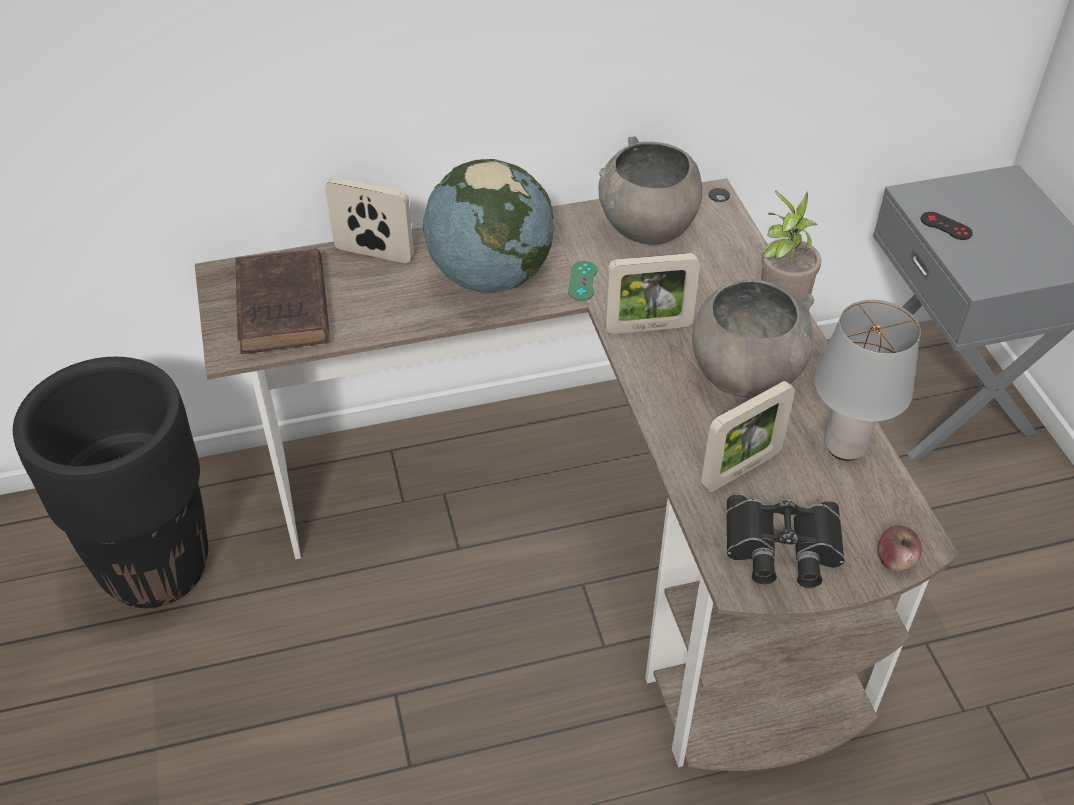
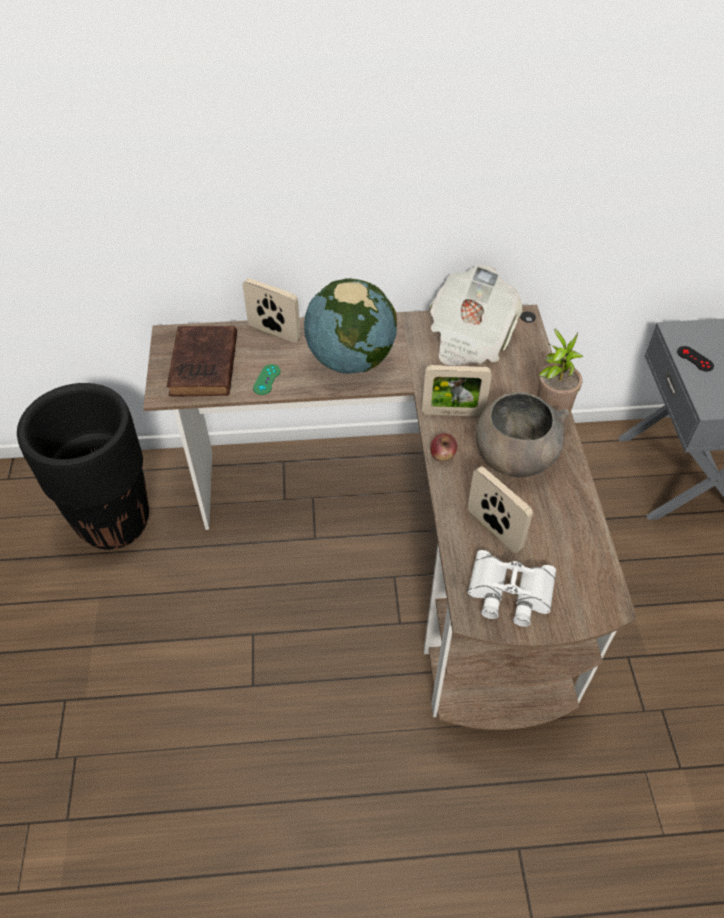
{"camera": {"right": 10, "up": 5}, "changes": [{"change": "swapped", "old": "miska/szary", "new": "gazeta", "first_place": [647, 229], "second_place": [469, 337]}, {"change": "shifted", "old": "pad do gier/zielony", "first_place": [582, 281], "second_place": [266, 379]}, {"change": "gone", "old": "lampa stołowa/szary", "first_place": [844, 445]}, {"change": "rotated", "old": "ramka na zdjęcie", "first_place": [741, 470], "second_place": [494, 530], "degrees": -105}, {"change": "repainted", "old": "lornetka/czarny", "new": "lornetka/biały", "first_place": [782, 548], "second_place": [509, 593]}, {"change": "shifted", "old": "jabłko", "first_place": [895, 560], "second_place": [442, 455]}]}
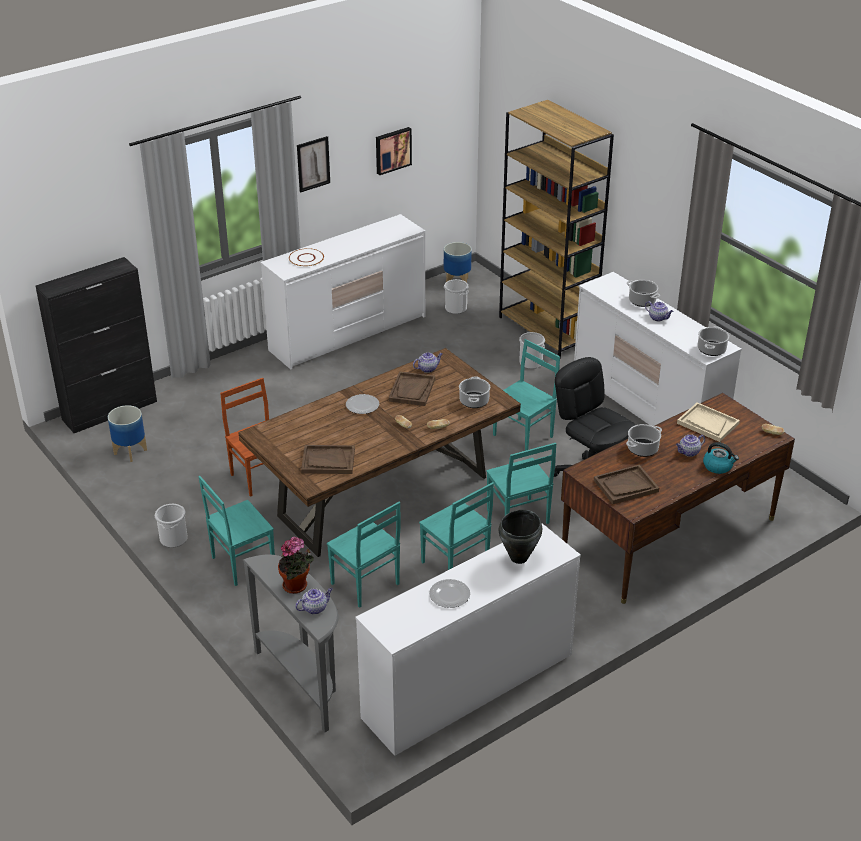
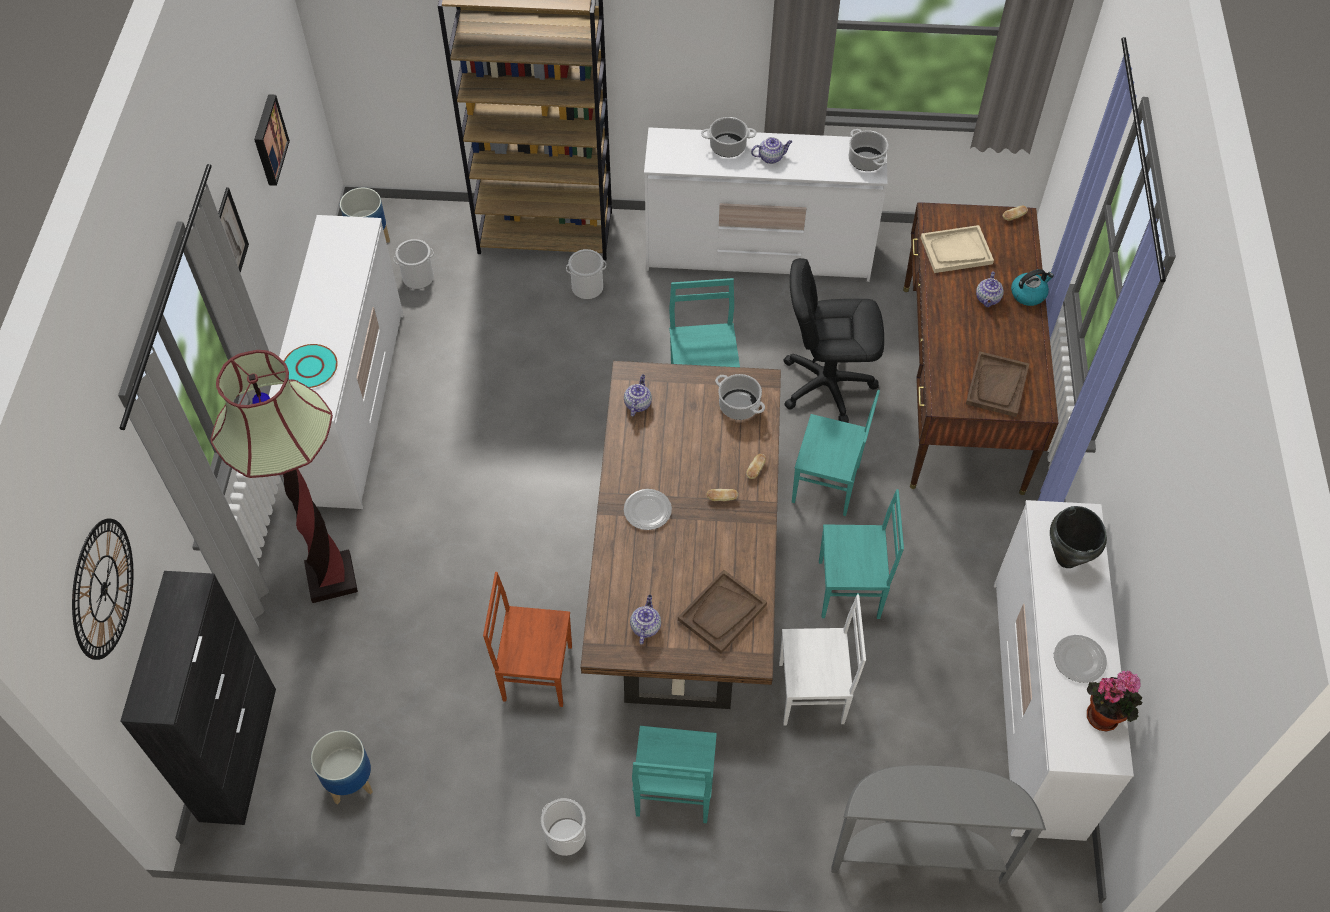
{"camera": {"right": -50, "up": 20}, "changes": [{"change": "repainted", "old": "talerz/biały", "new": "talerz/turkusowy", "first_place": [306, 258], "second_place": [310, 367]}, {"change": "gone", "old": "taca/brązowy", "first_place": [412, 390]}, {"change": "gone", "old": "garnek", "first_place": [642, 449]}, {"change": "repainted", "old": "krzesło/turkusowy", "new": "krzesło/biały", "first_place": [365, 585], "second_place": [813, 694]}, {"change": "shifted", "old": "roślina doniczkowa", "first_place": [297, 586], "second_place": [1105, 715]}, {"change": "shifted", "old": "imbryk", "first_place": [315, 608], "second_place": [645, 626]}, {"change": "new", "new": "lampa stojąca", "second_place": [331, 578]}, {"change": "new", "new": "zegar ścienny", "second_place": [103, 588]}]}
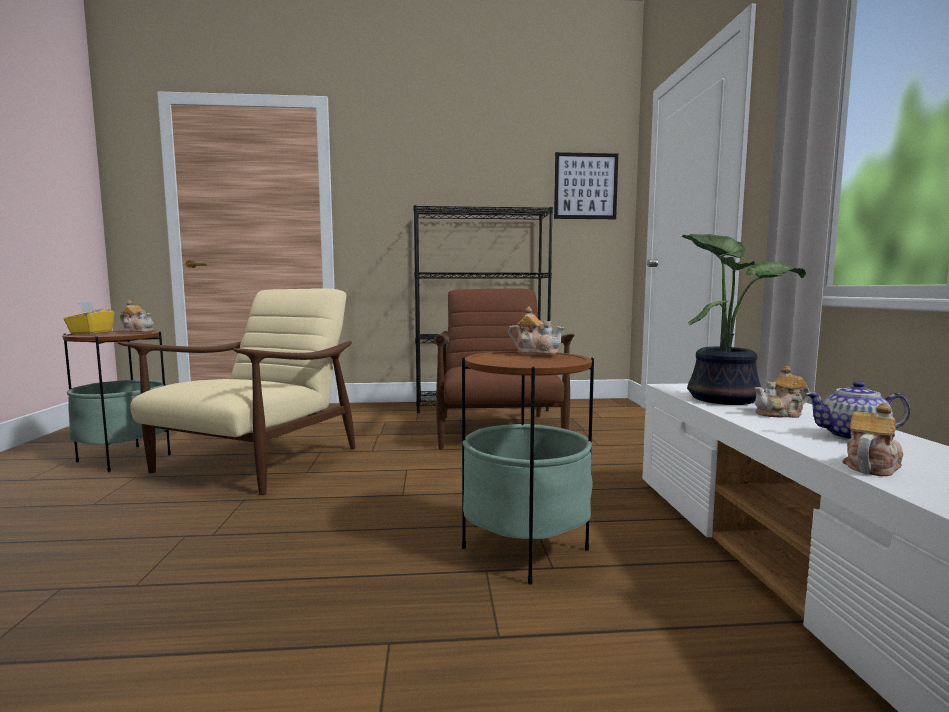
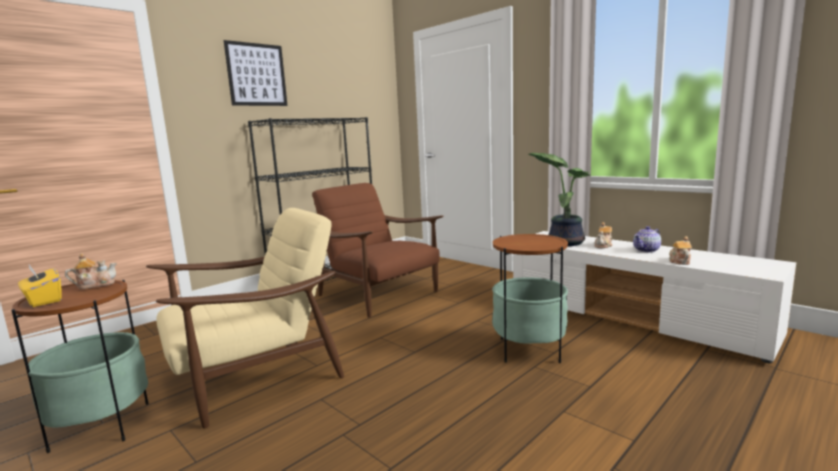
{"camera": {"right": -40, "up": 5}, "changes": [{"change": "shifted", "old": "obraz", "first_place": [585, 186], "second_place": [256, 75]}, {"change": "rotated", "old": "fotel/beżowy", "first_place": [256, 462], "second_place": [255, 375], "degrees": 75}, {"change": "gone", "old": "imbryk", "first_place": [536, 352]}]}
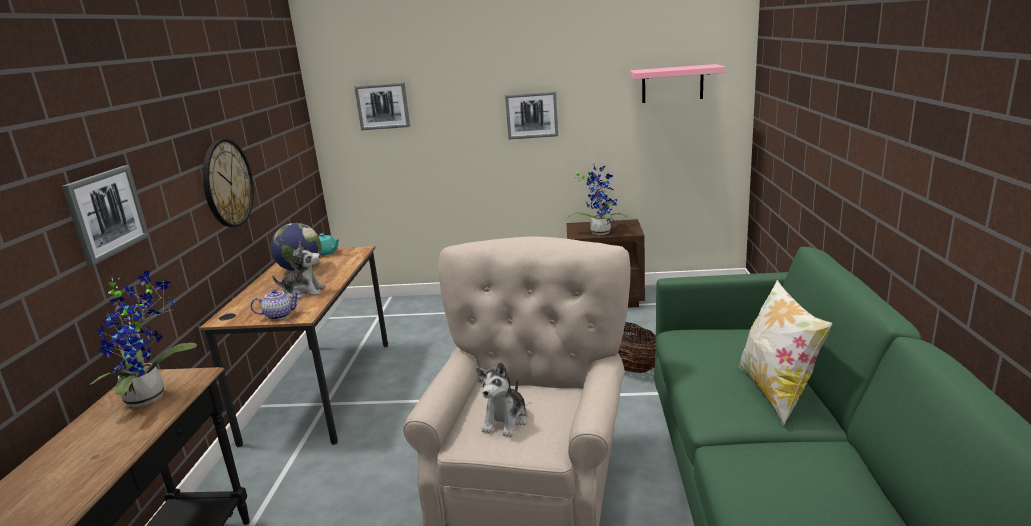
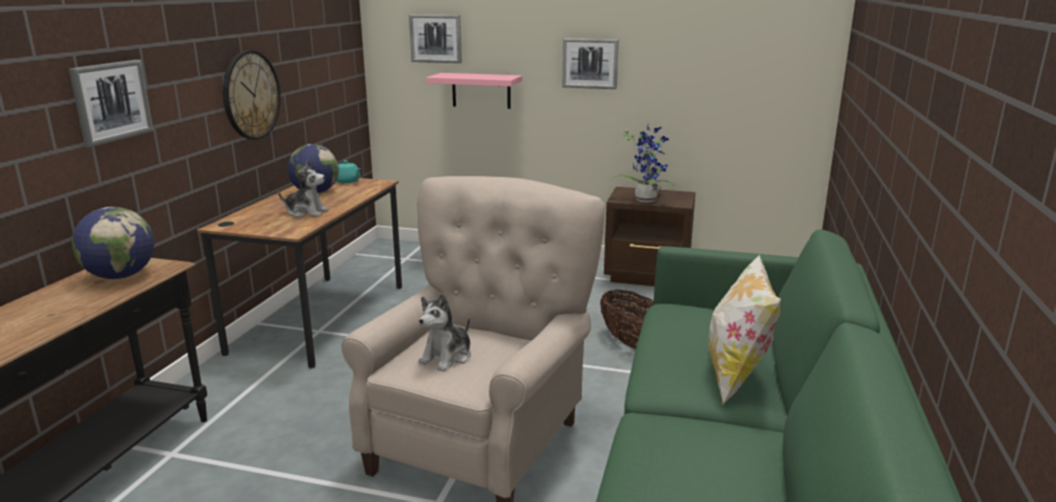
{"camera": {"right": 10, "up": 0}, "changes": [{"change": "shifted", "old": "półka/różowy", "first_place": [672, 84], "second_place": [481, 90]}, {"change": "swapped", "old": "roślina doniczkowa", "new": "globus", "first_place": [151, 396], "second_place": [120, 276]}, {"change": "gone", "old": "imbryk", "first_place": [279, 315]}]}
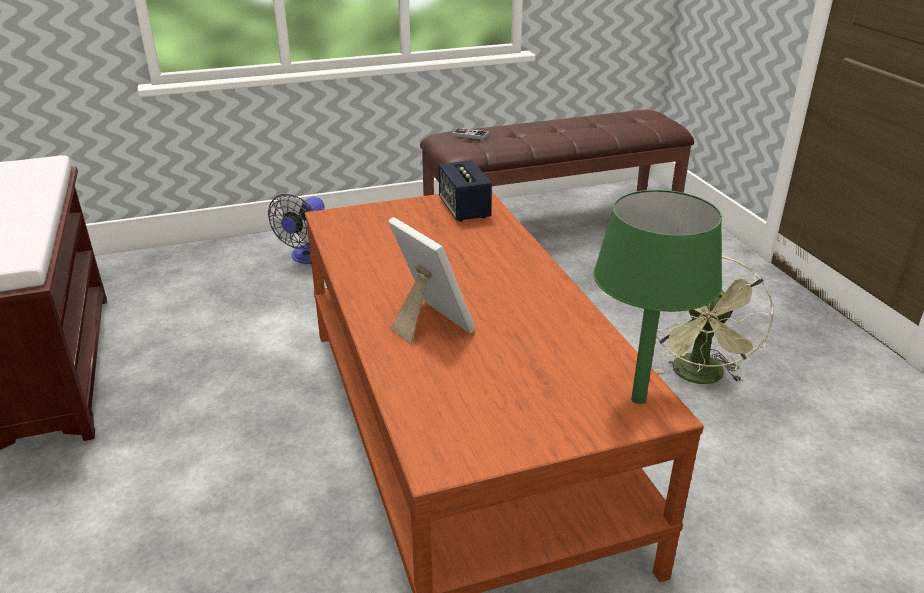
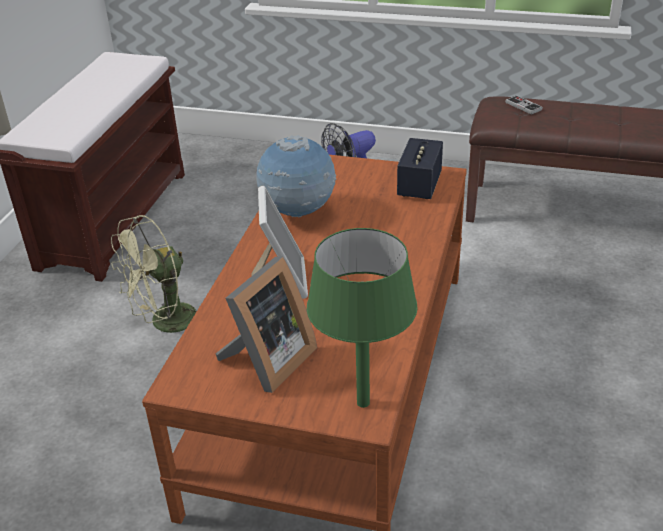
{"camera": {"right": 35, "up": 5}, "changes": [{"change": "shifted", "old": "wentylator/zielony", "first_place": [699, 377], "second_place": [166, 324]}, {"change": "new", "new": "globus", "second_place": [298, 213]}, {"change": "new", "new": "ramka na zdjęcie", "second_place": [267, 362]}]}
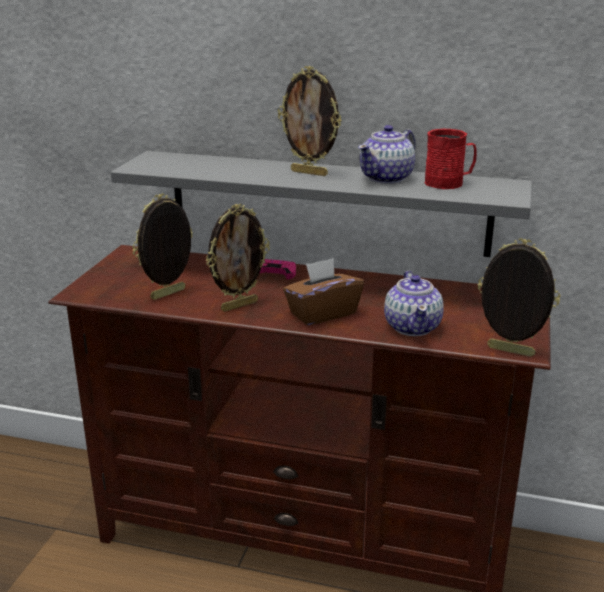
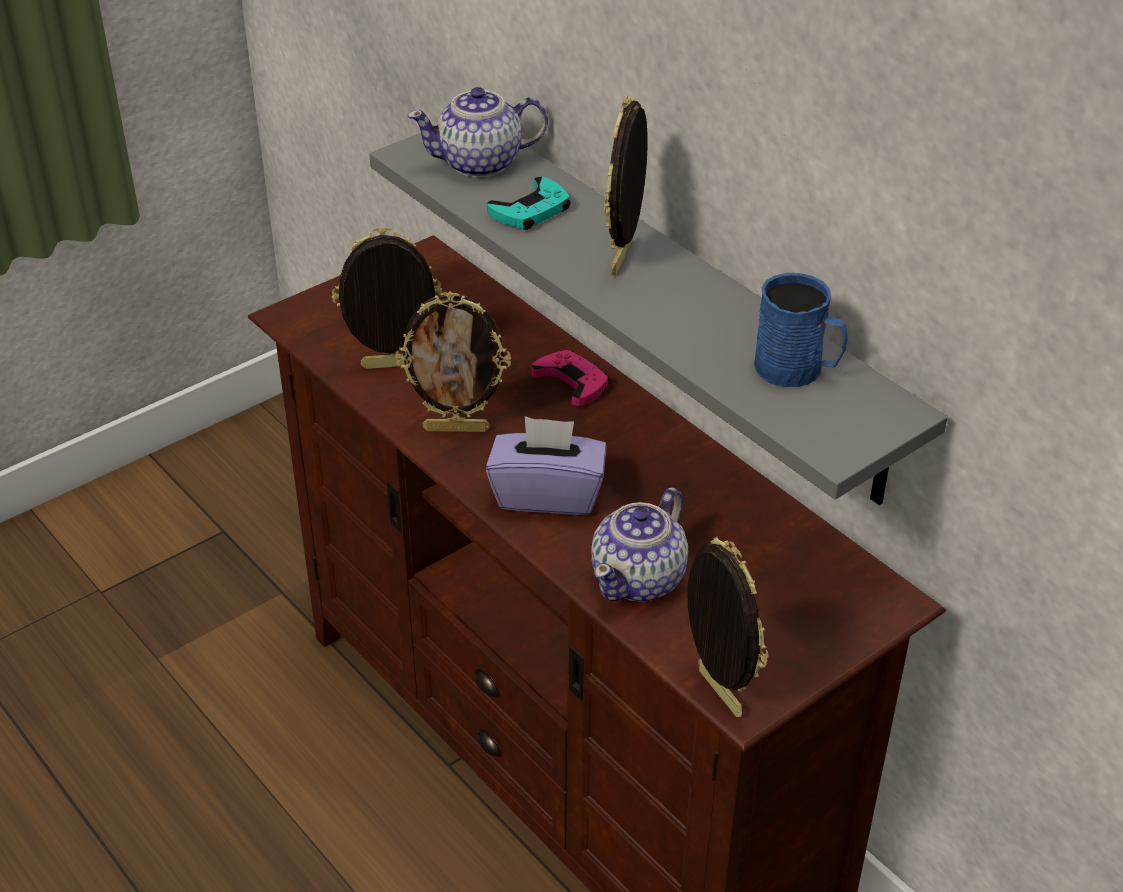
{"camera": {"right": 35, "up": 15}, "changes": [{"change": "rotated", "old": "ramka na zdjęcie", "first_place": [310, 173], "second_place": [624, 259], "degrees": 45}, {"change": "shifted", "old": "imbryk", "first_place": [387, 178], "second_place": [481, 163]}, {"change": "repainted", "old": "kubek/czerwony", "new": "kubek/niebieski", "first_place": [449, 183], "second_place": [797, 369]}, {"change": "repainted", "old": "pudełko chusteczek/brązowy", "new": "pudełko chusteczek/fioletowy", "first_place": [322, 313], "second_place": [547, 494]}, {"change": "new", "new": "pad do gier/turkusowy", "second_place": [531, 211]}]}
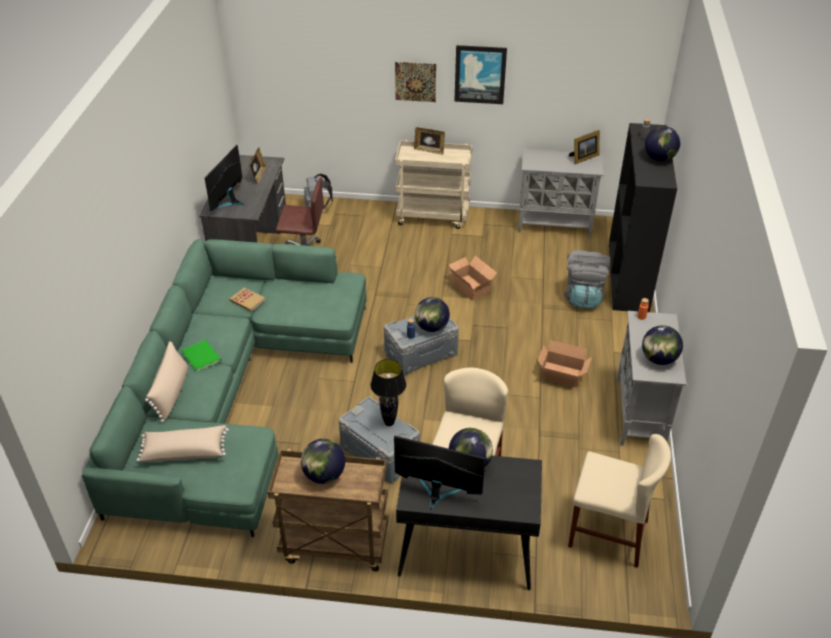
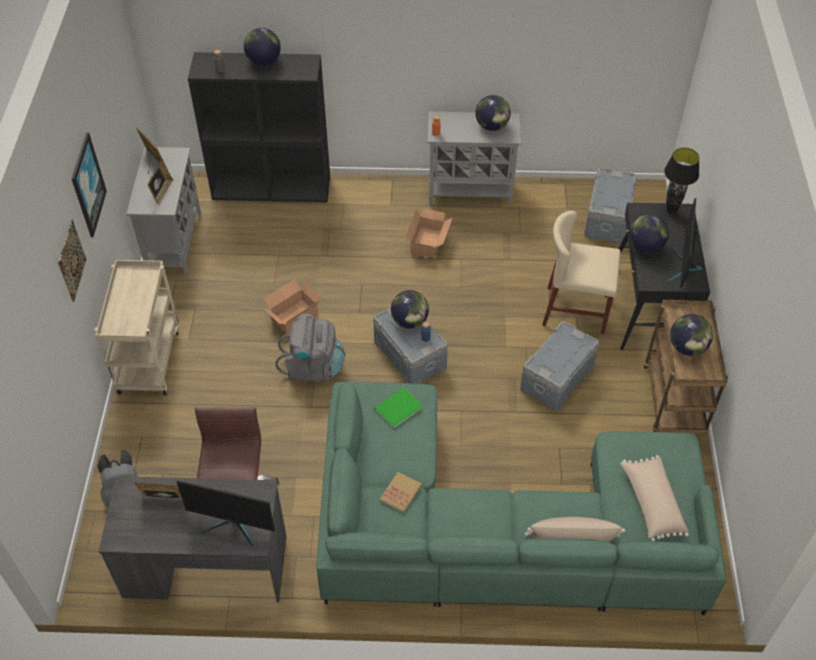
{"camera": {"right": -95, "up": 10}, "changes": [{"change": "shifted", "old": "ramka na zdjęcie", "first_place": [429, 150], "second_place": [162, 192]}, {"change": "shifted", "old": "plecak/szary", "first_place": [583, 297], "second_place": [313, 367]}, {"change": "shifted", "old": "książka/zielony", "first_place": [201, 356], "second_place": [397, 408]}, {"change": "shifted", "old": "lampa stołowa/czarny", "first_place": [389, 423], "second_place": [671, 211]}, {"change": "swapped", "old": "krzesło/beżowy", "new": "pojemnik do przechowywania/szary", "first_place": [608, 533], "second_place": [608, 218]}]}
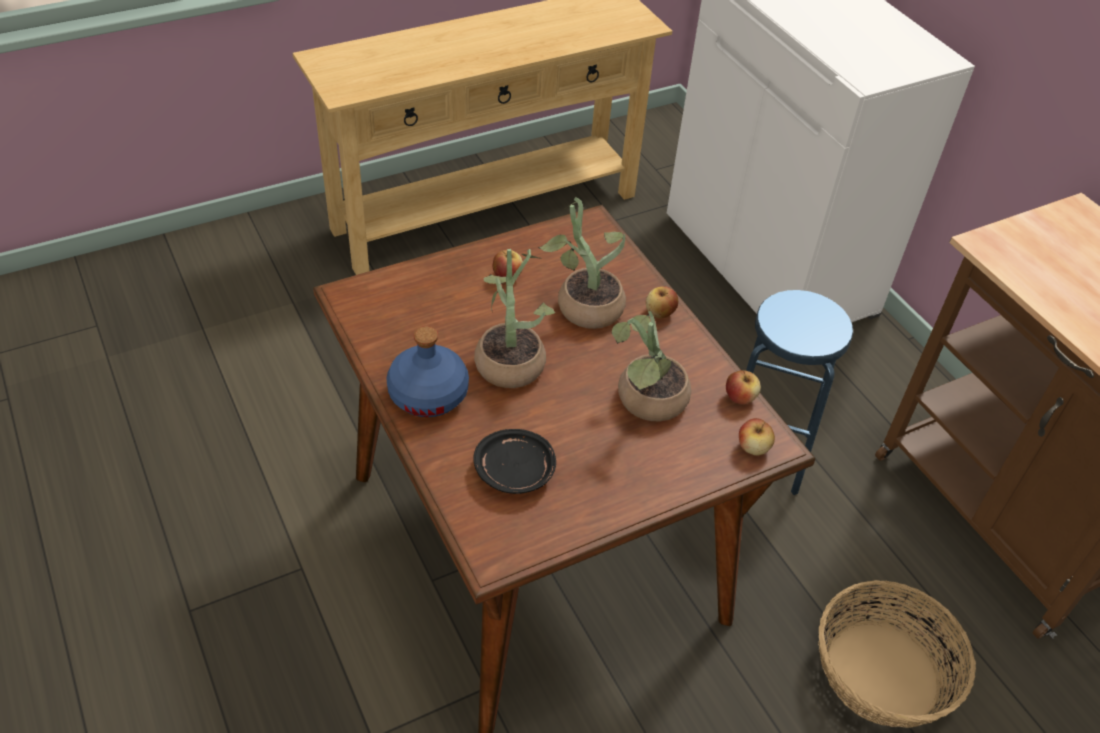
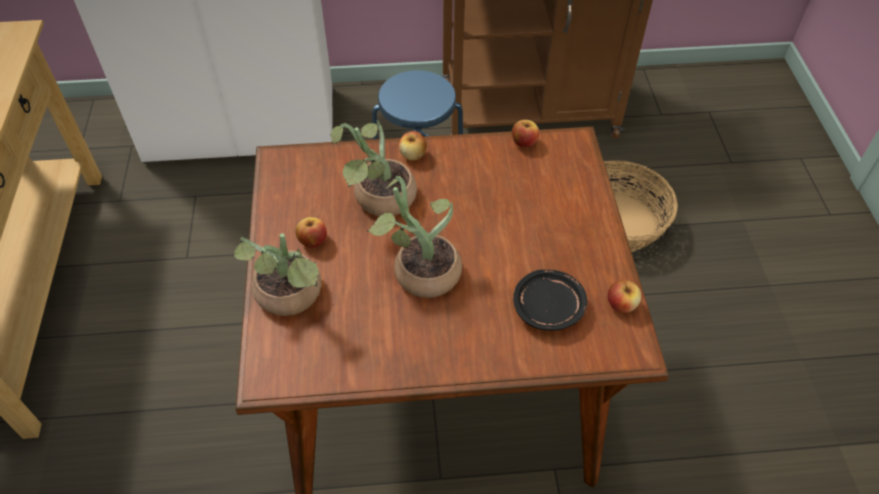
{"camera": {"right": -65, "up": 5}, "changes": [{"change": "shifted", "old": "roślina doniczkowa", "first_place": [646, 403], "second_place": [291, 298]}, {"change": "gone", "old": "butelka/niebieski", "first_place": [428, 394]}, {"change": "shifted", "old": "jabłko", "first_place": [753, 447], "second_place": [621, 304]}]}
